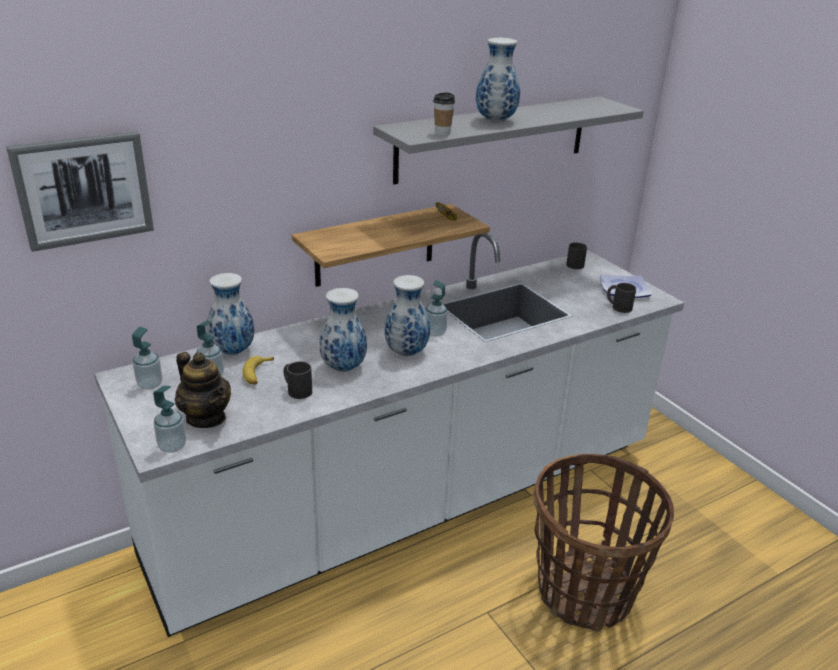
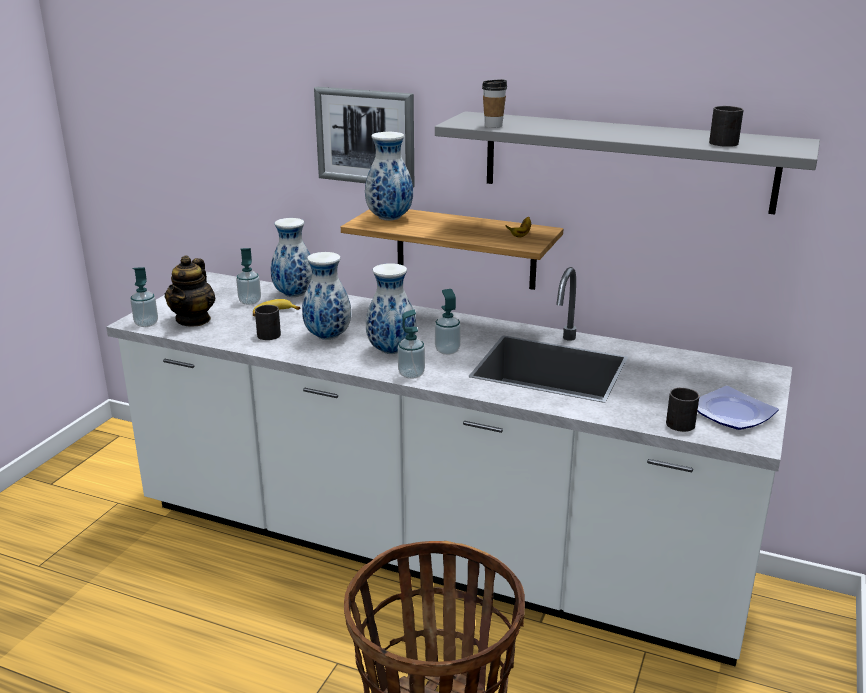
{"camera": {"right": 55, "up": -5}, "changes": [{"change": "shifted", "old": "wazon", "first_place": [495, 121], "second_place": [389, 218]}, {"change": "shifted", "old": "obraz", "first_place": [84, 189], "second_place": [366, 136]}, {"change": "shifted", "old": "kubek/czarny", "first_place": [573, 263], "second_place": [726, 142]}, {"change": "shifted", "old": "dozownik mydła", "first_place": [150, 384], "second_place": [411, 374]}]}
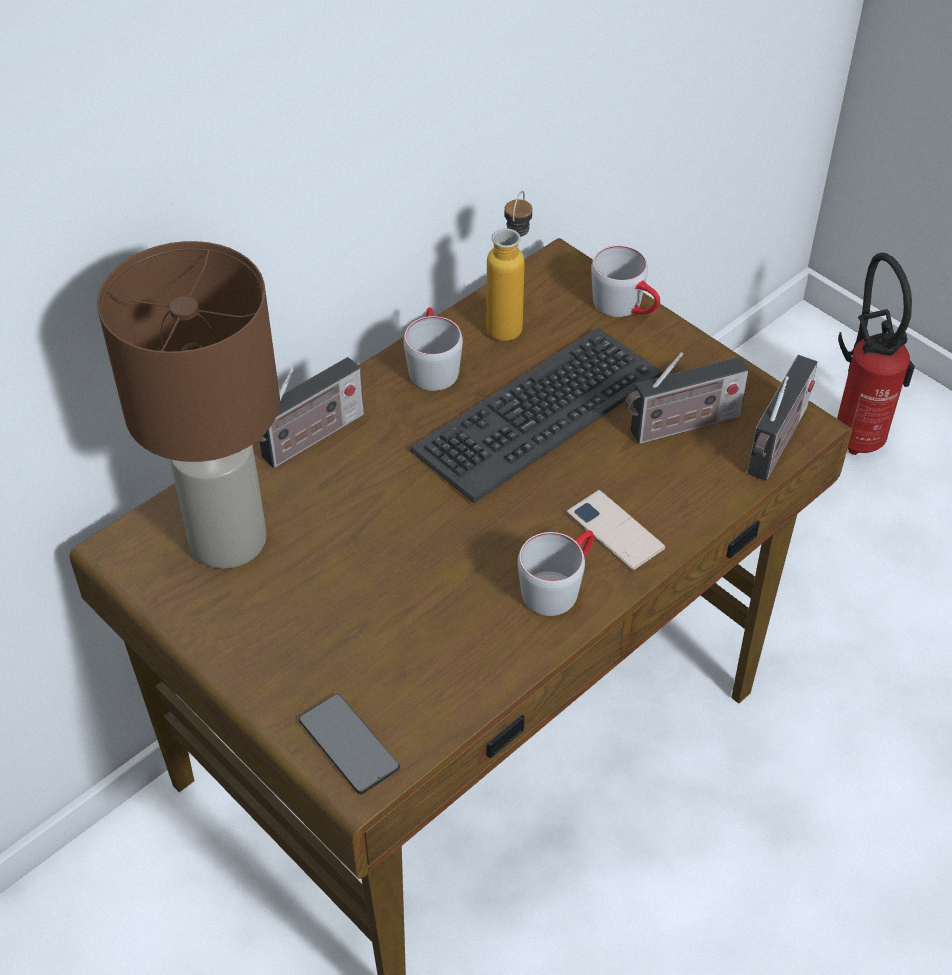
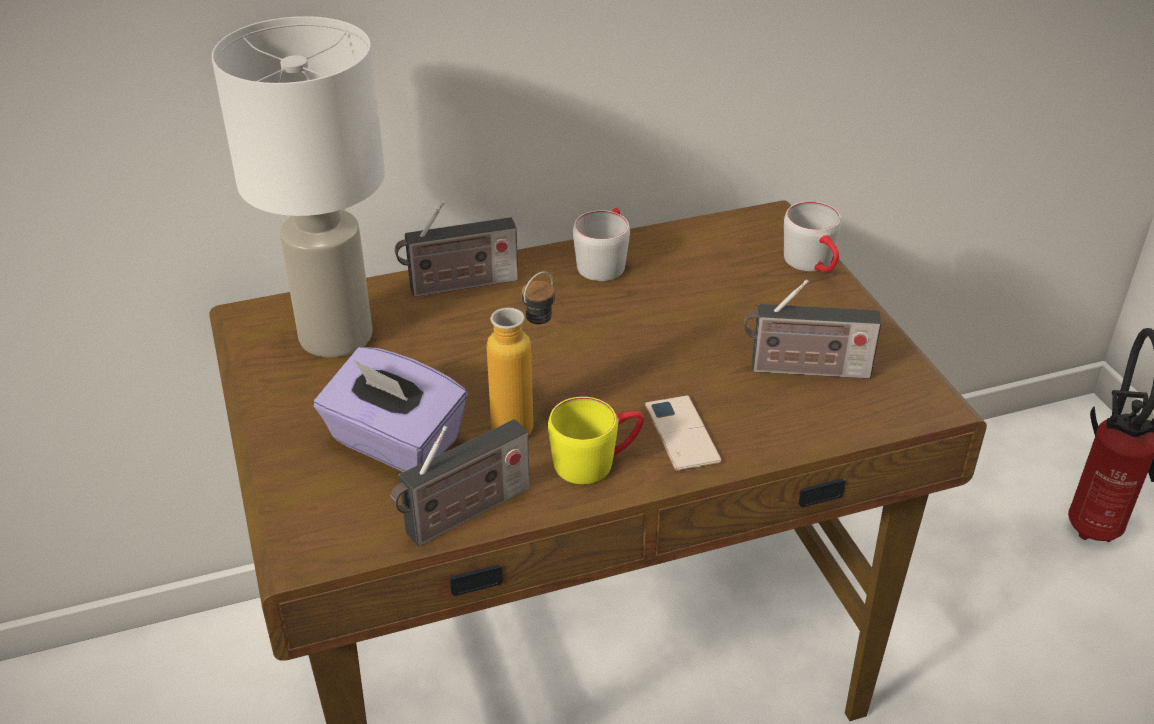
{"camera": {"right": 25, "up": -10}, "changes": [{"change": "shifted", "old": "butelka", "first_place": [509, 321], "second_place": [525, 421]}, {"change": "repainted", "old": "lampa stołowa/brązowy", "new": "lampa stołowa/biały", "first_place": [230, 539], "second_place": [338, 336]}, {"change": "gone", "old": "klawiatura", "first_place": [537, 412]}, {"change": "shifted", "old": "radio", "first_place": [776, 445], "second_place": [464, 515]}, {"change": "repainted", "old": "kubek/szary", "new": "kubek/żółty", "first_place": [558, 585], "second_place": [596, 460]}, {"change": "gone", "old": "telefon", "first_place": [348, 745]}, {"change": "new", "new": "pudełko chusteczek/fioletowy", "second_place": [394, 443]}]}
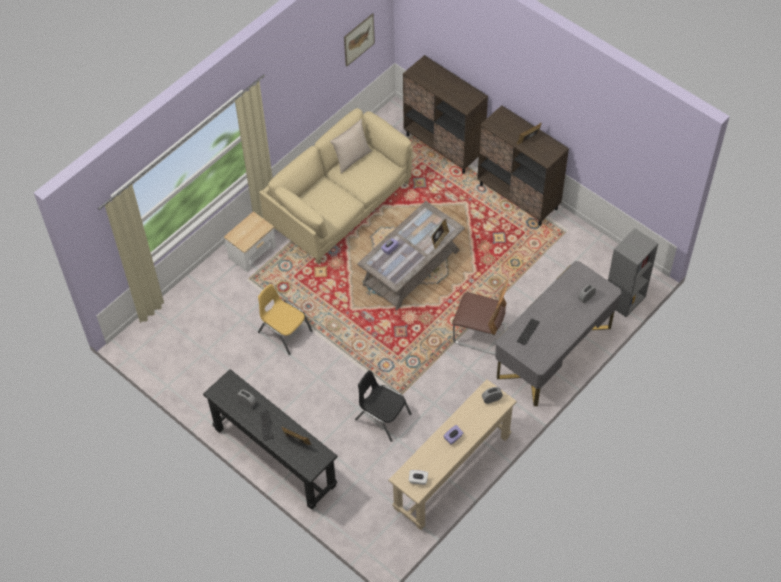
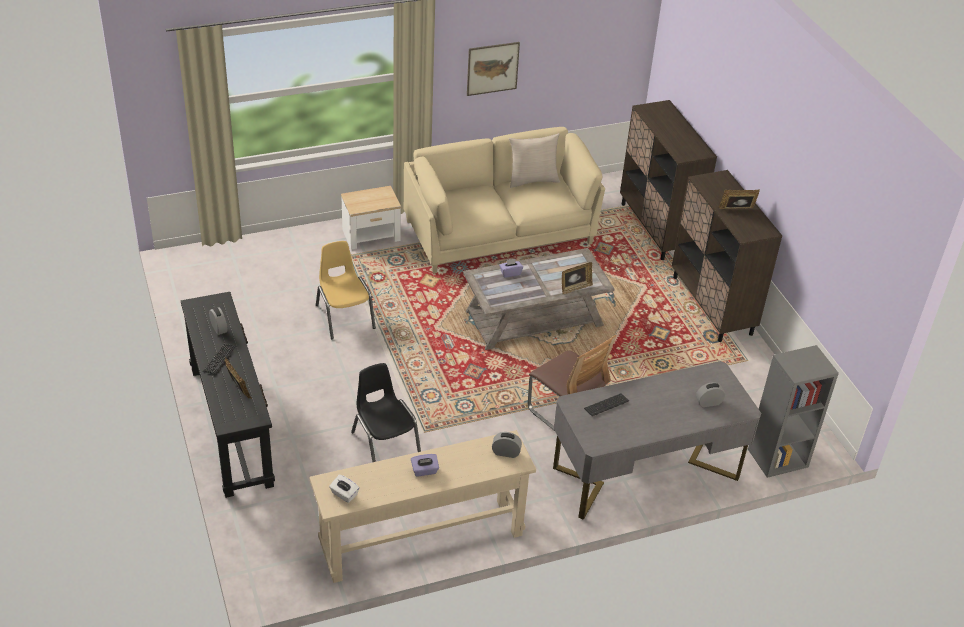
{"camera": {"right": 25, "up": -15}, "changes": [{"change": "shifted", "old": "obraz", "first_place": [359, 39], "second_place": [492, 68]}]}
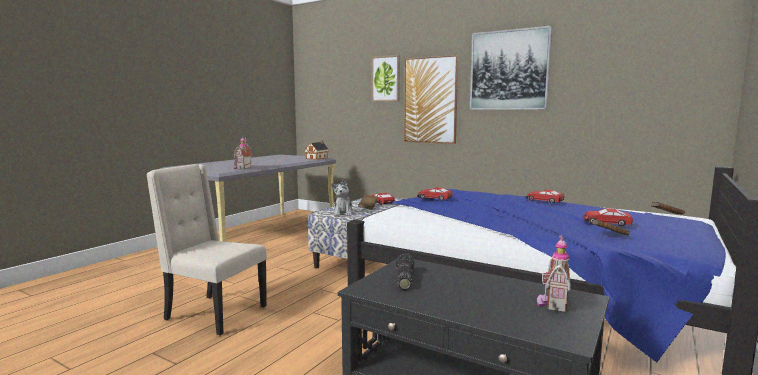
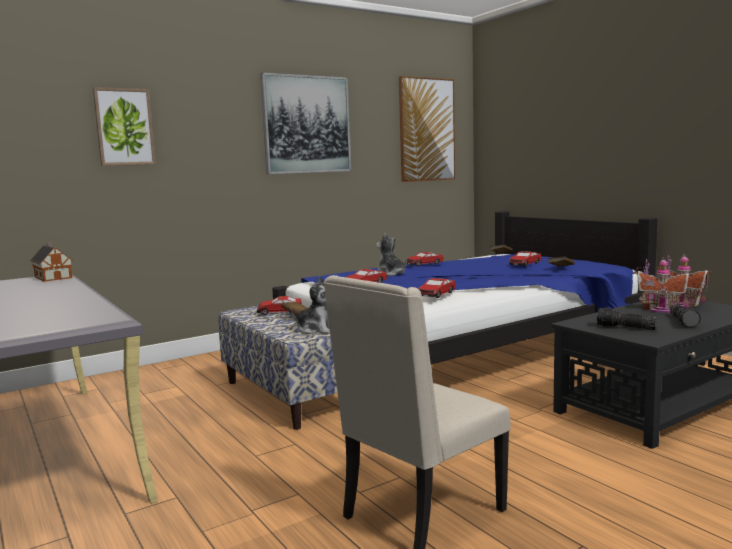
{"camera": {"right": -65, "up": 0}, "changes": [{"change": "shifted", "old": "obraz", "first_place": [430, 100], "second_place": [426, 130]}, {"change": "shifted", "old": "domek", "first_place": [242, 168], "second_place": [661, 309]}, {"change": "new", "new": "pluszak", "second_place": [390, 274]}, {"change": "new", "new": "samochodzik", "second_place": [436, 294]}, {"change": "new", "new": "latarka", "second_place": [684, 322]}]}
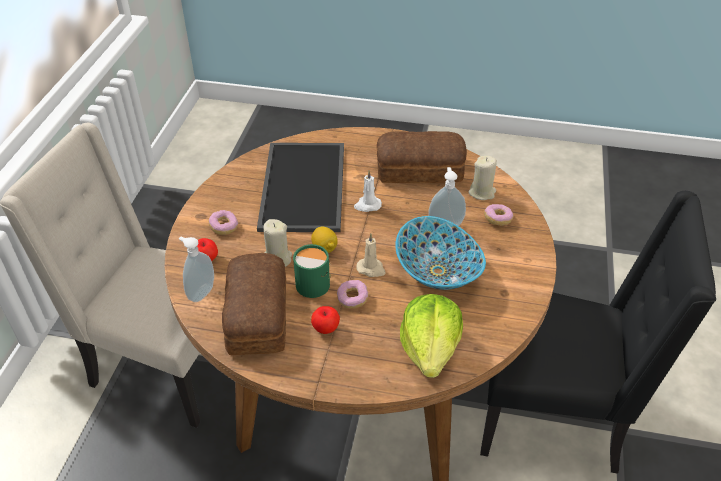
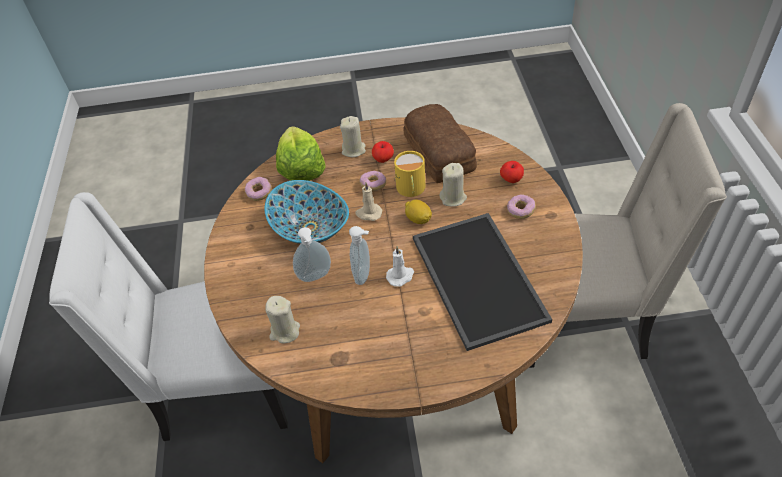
{"camera": {"right": 165, "up": 5}, "changes": [{"change": "gone", "old": "chleb", "first_place": [421, 170]}, {"change": "repainted", "old": "krzesło/czarny", "new": "krzesło/biały", "first_place": [553, 414], "second_place": [223, 387]}, {"change": "shifted", "old": "donut", "first_place": [497, 219], "second_place": [259, 193]}, {"change": "shifted", "old": "dozownik mydła", "first_place": [200, 292], "second_place": [364, 275]}, {"change": "repainted", "old": "kubek/zielony", "new": "kubek/żółty", "first_place": [314, 282], "second_place": [410, 189]}, {"change": "new", "new": "świeca/beżowy", "second_place": [353, 150]}]}
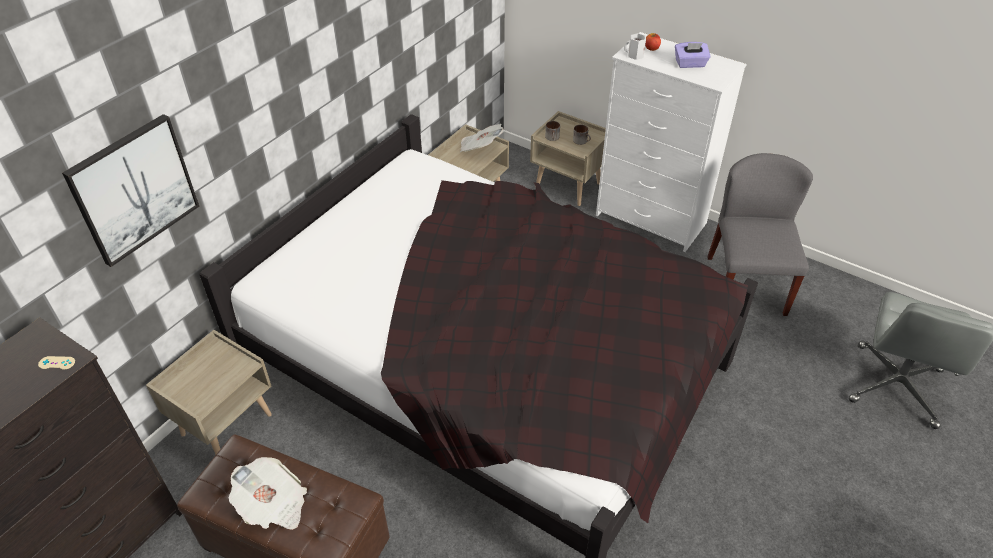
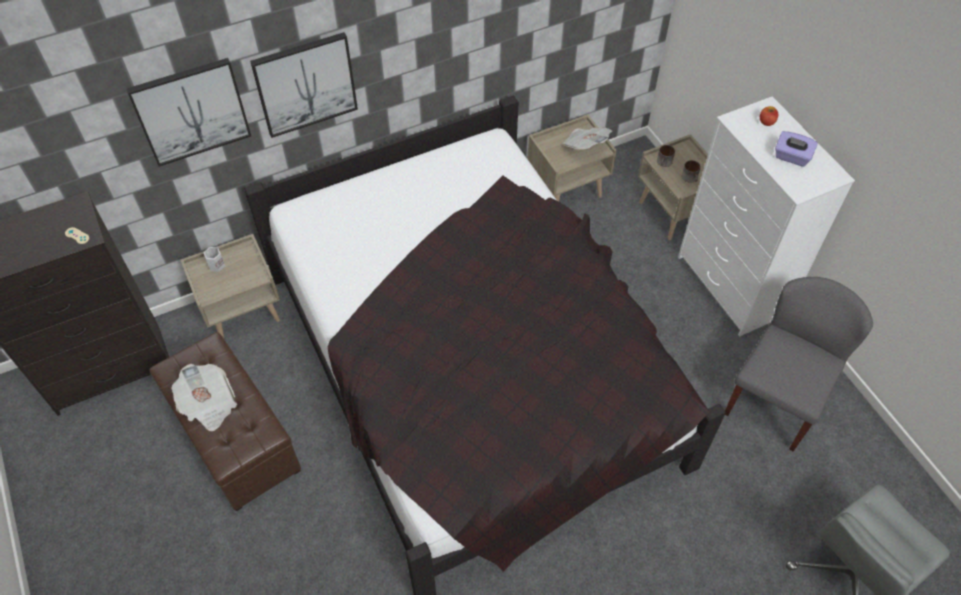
{"camera": {"right": 30, "up": 10}, "changes": [{"change": "shifted", "old": "kubek/biały", "first_place": [635, 55], "second_place": [215, 265]}, {"change": "new", "new": "obraz", "second_place": [305, 84]}]}
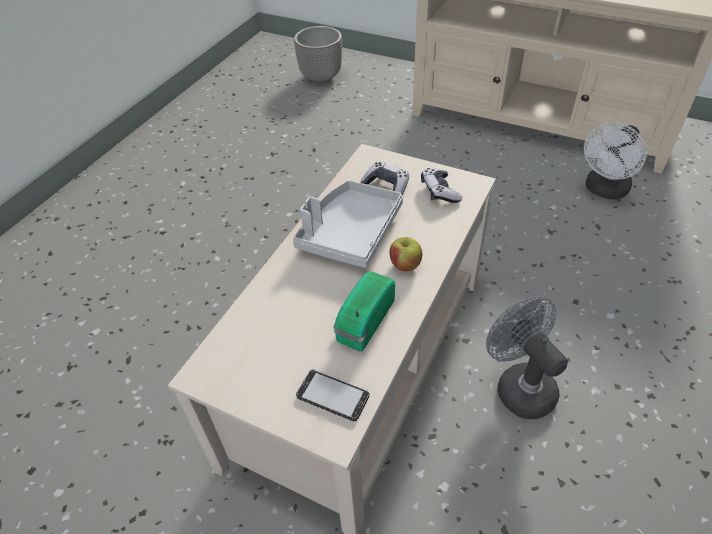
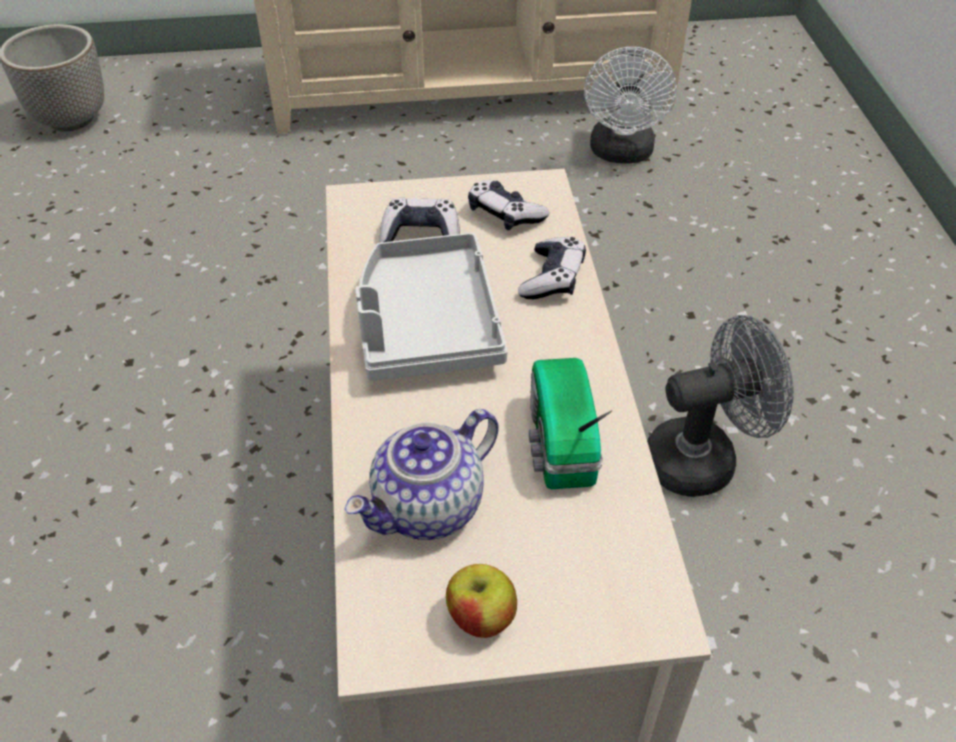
{"camera": {"right": -35, "up": 0}, "changes": [{"change": "shifted", "old": "jabłko", "first_place": [405, 265], "second_place": [481, 618]}, {"change": "rotated", "old": "wentylator/szary", "first_place": [519, 386], "second_place": [703, 458], "degrees": 135}, {"change": "gone", "old": "telefon", "first_place": [333, 395]}, {"change": "new", "new": "pad do gier", "second_place": [552, 278]}, {"change": "new", "new": "imbryk", "second_place": [428, 508]}]}
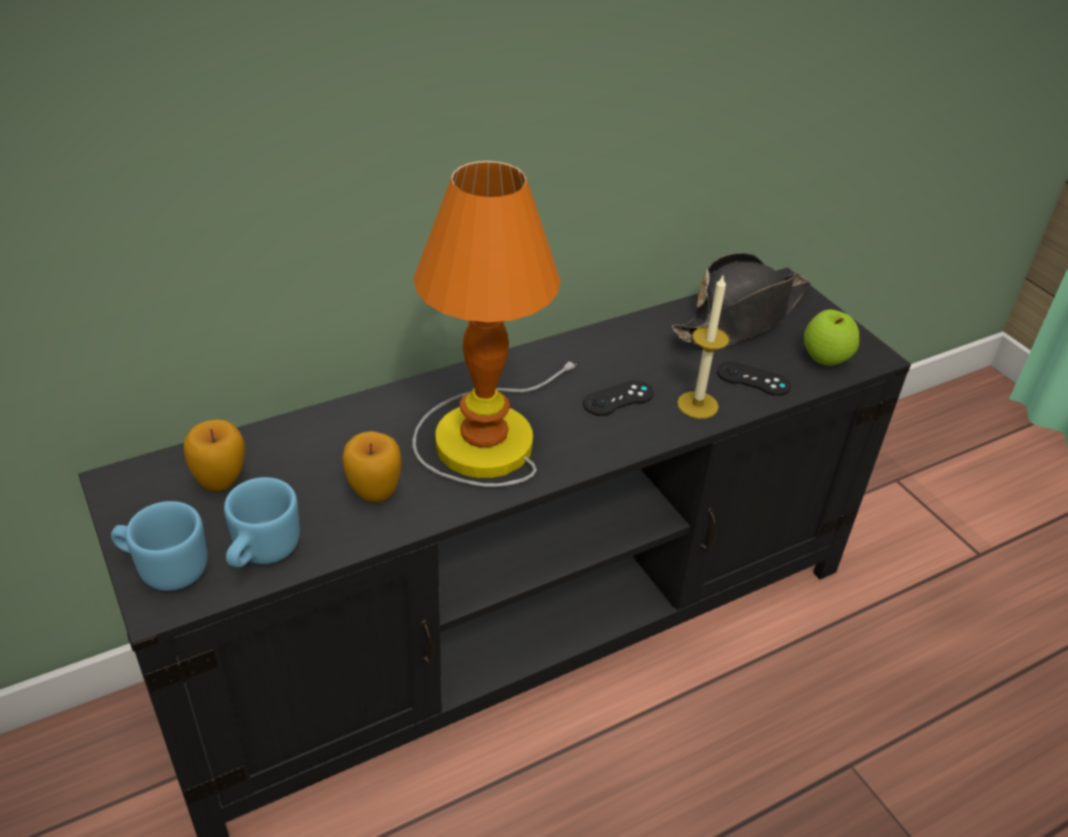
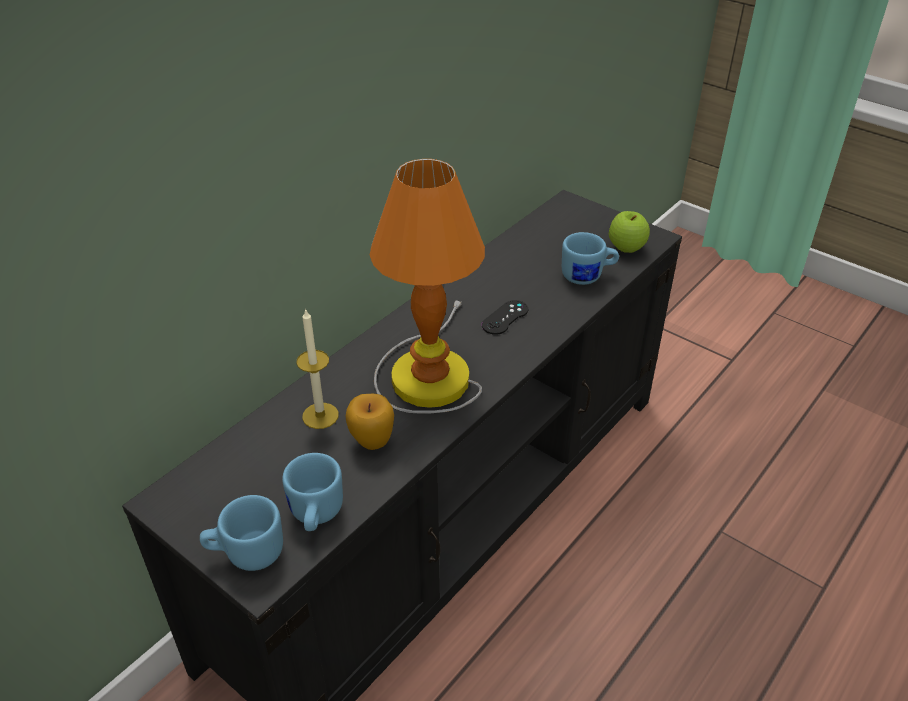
{"camera": {"right": -20, "up": 0}, "changes": [{"change": "gone", "old": "kapelusz/czarny", "first_place": [741, 317]}, {"change": "shifted", "old": "świeca", "first_place": [697, 405], "second_place": [320, 415]}, {"change": "swapped", "old": "pad do gier/czarny", "new": "kubek/niebieski", "first_place": [753, 379], "second_place": [588, 276]}, {"change": "gone", "old": "jabłko", "first_place": [221, 481]}]}
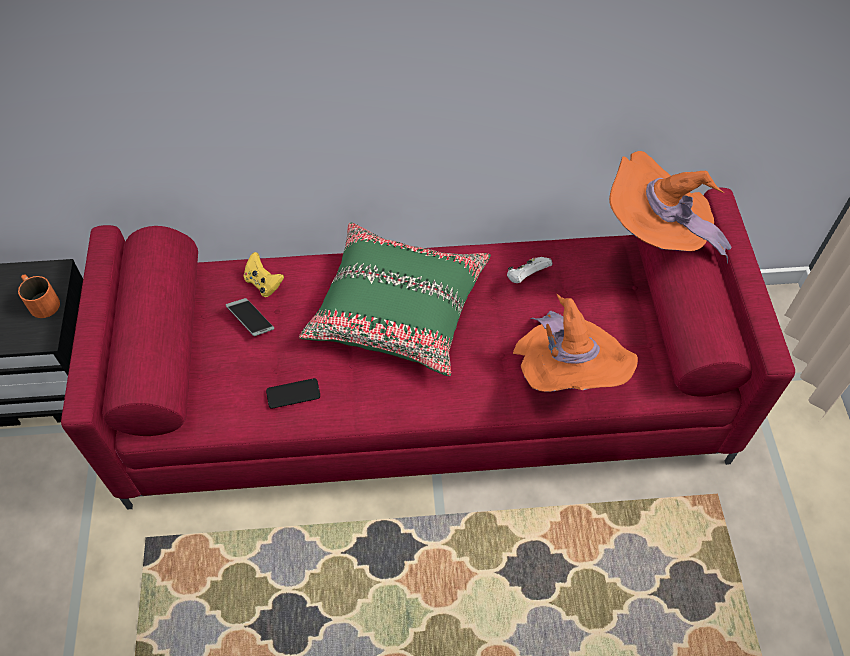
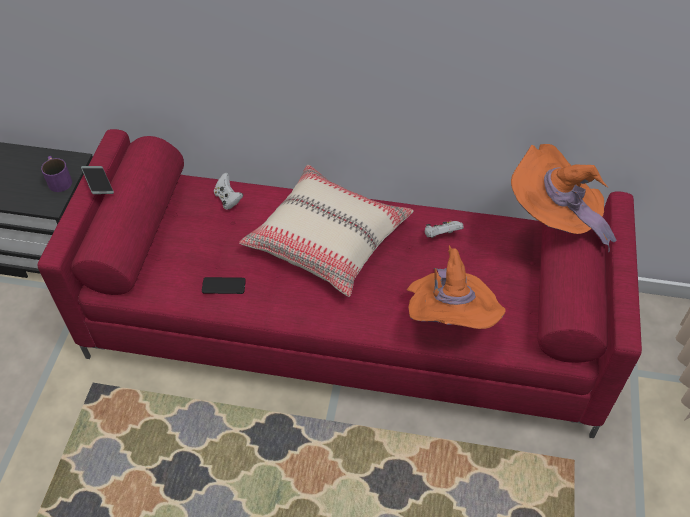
{"camera": {"right": 15, "up": -5}, "changes": [{"change": "repainted", "old": "poduszka/zielony", "new": "poduszka/beżowy", "first_place": [398, 309], "second_place": [328, 239]}, {"change": "repainted", "old": "pad do gier/żółty", "new": "pad do gier/biały", "first_place": [263, 283], "second_place": [228, 199]}, {"change": "repainted", "old": "kubek/pomarańczowy", "new": "kubek/fioletowy", "first_place": [40, 300], "second_place": [58, 179]}, {"change": "shifted", "old": "telefon", "first_place": [250, 320], "second_place": [98, 183]}]}
